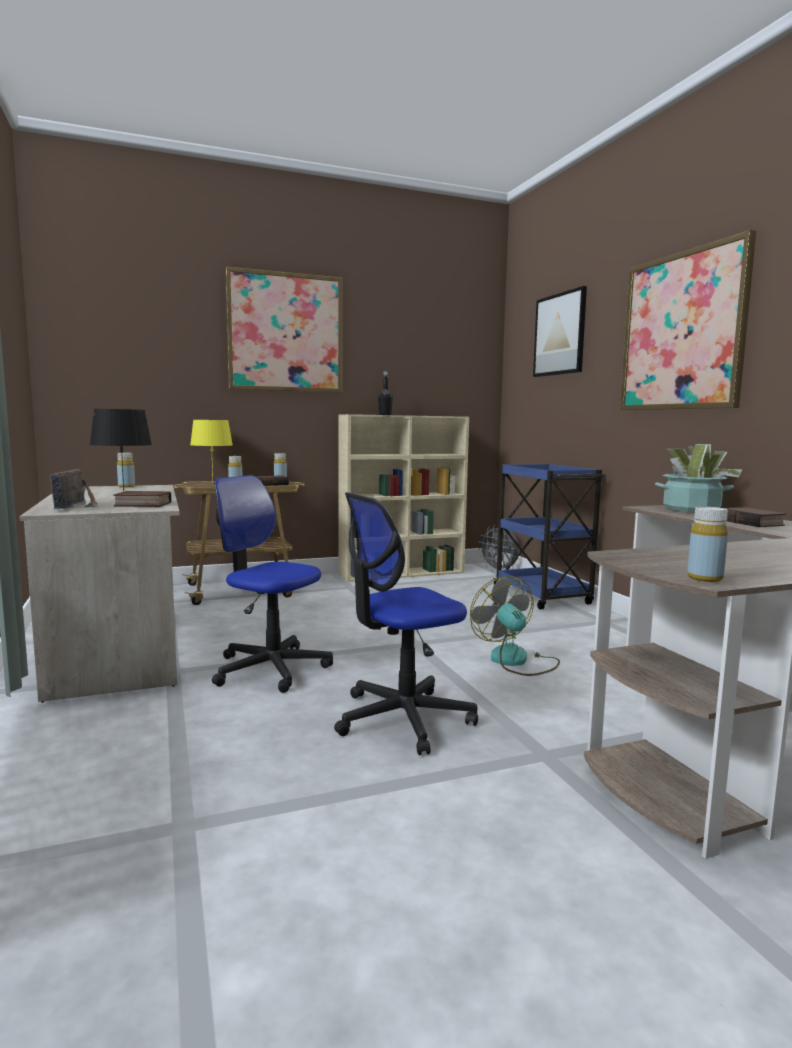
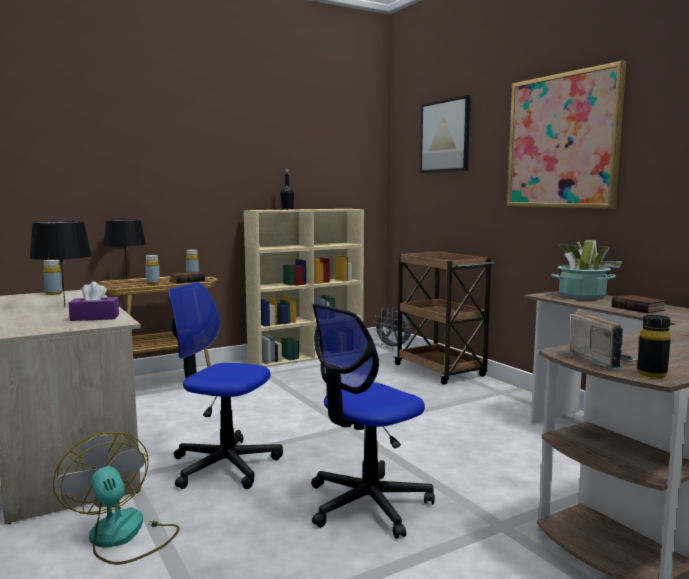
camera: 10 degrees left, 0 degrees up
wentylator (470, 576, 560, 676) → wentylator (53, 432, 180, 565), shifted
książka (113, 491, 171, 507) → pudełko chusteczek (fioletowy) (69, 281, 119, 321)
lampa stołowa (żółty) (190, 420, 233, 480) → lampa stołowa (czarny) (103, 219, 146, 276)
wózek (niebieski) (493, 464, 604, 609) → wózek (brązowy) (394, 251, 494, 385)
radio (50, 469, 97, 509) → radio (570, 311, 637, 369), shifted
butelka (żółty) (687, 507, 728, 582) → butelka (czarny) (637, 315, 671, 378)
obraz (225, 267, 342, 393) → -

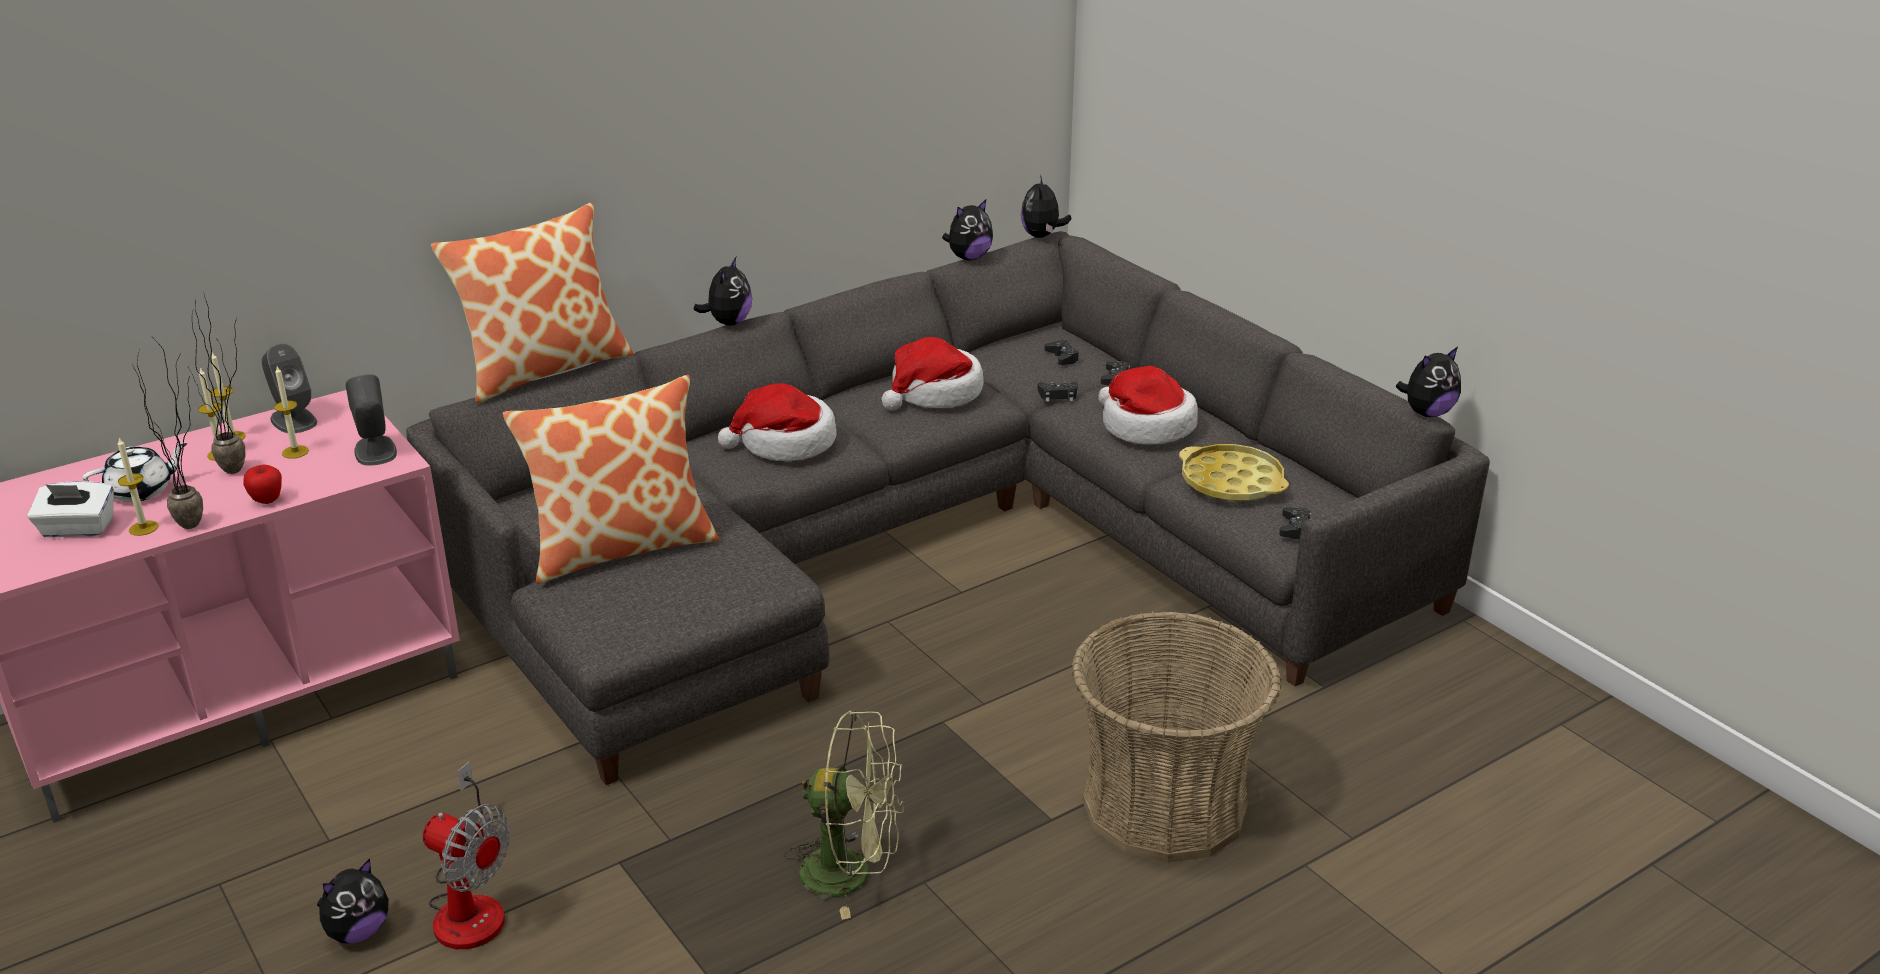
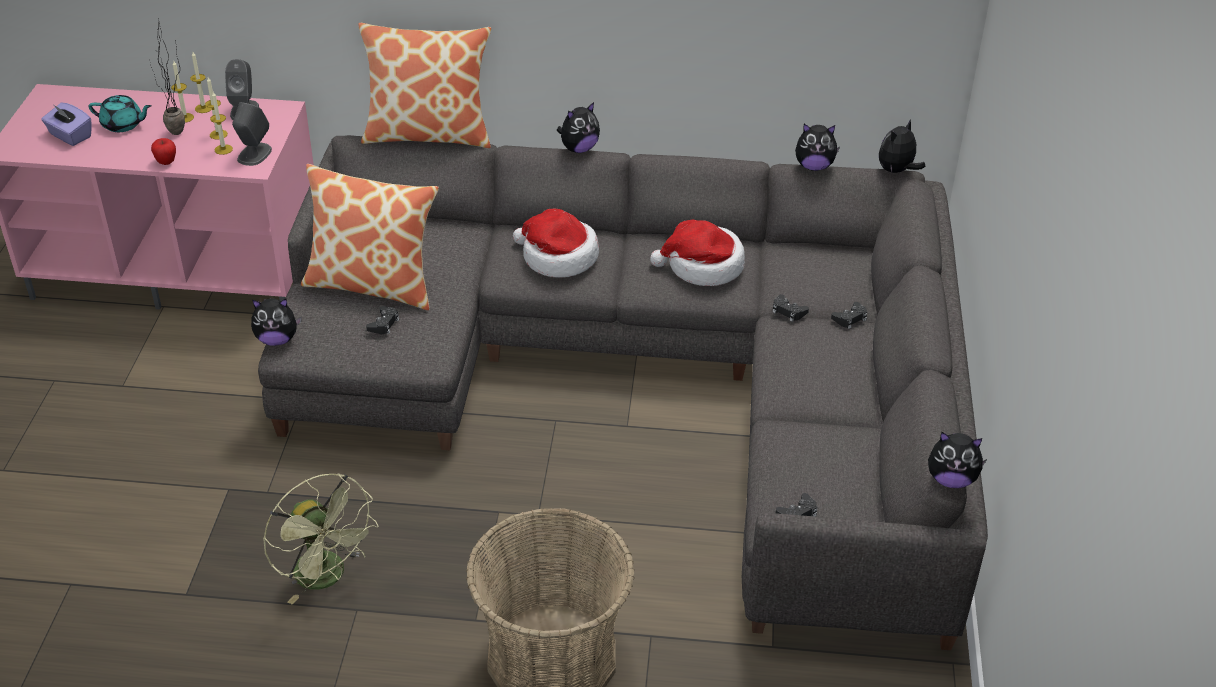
camera: 40 degrees right, 10 degrees up
pudełko chusteczek (biały) (27, 481, 114, 537) → pudełko chusteczek (fioletowy) (41, 103, 92, 146)
imbryk (biały) (82, 443, 187, 502) → imbryk (turkusowy) (89, 95, 152, 132)
świeca (118, 438, 159, 536) → świeca (210, 92, 233, 155), shifted
pluszak (317, 859, 389, 944) → pluszak (251, 298, 302, 346), shifted
pad do gier (czarny) (1045, 339, 1079, 365) → pad do gier (czarny) (366, 306, 399, 334), shifted
roślina doniczkowa (132, 338, 203, 529) → -
wentylator (423, 761, 510, 949) → -
kapelusz (1098, 366, 1198, 445) → -
taca (żółty) (1179, 444, 1289, 502) → -

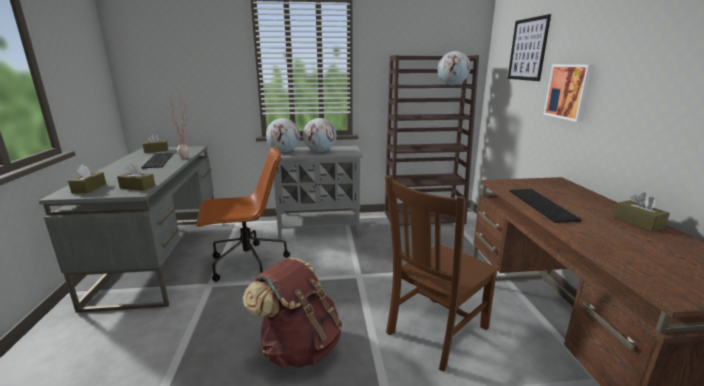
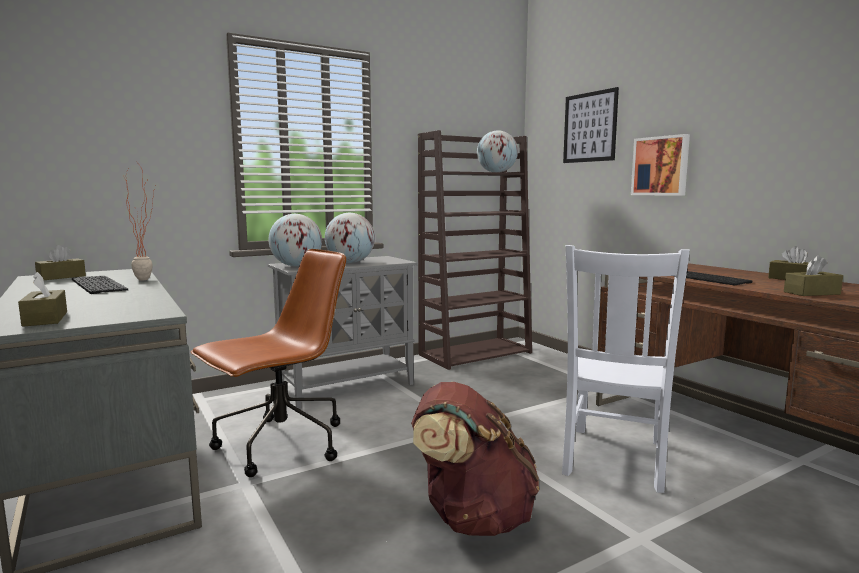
camera: 25 degrees left, 10 degrees down
krzesło (brązowy) (385, 175, 498, 372) → krzesło (biały) (562, 245, 690, 493)
pudełko chusteczek (brązowy) (117, 163, 155, 191) → pudełko chusteczek (brązowy) (784, 255, 843, 296), shifted

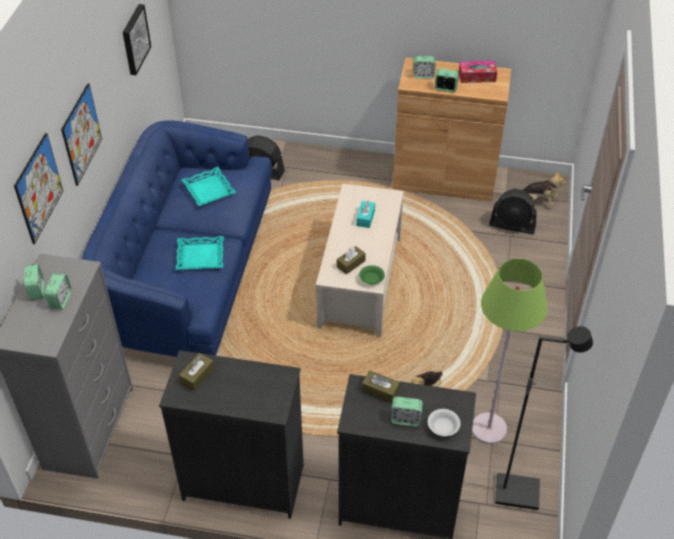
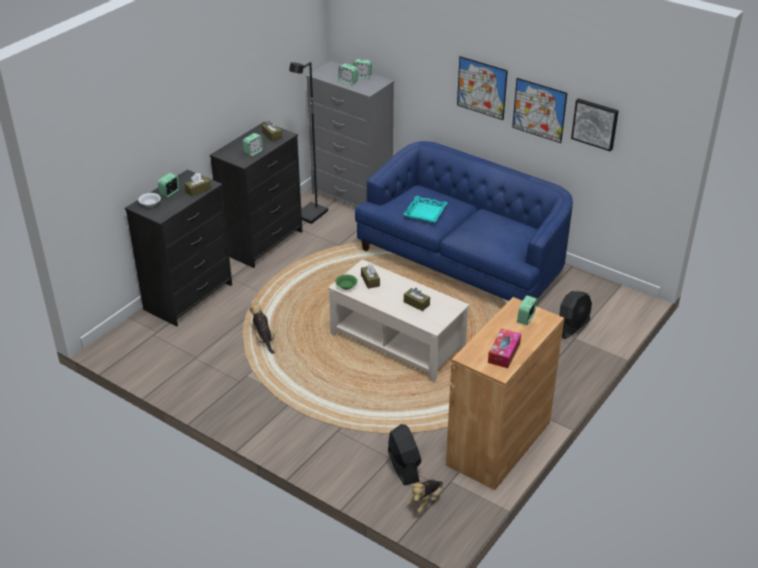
camera: 115 degrees right, 10 degrees down
budzik (435, 68, 459, 93) → budzik (243, 133, 263, 156), shifted
lampa stojąca (czarny) (495, 326, 593, 510) → lampa stojąca (czarny) (289, 62, 328, 224), shifted
wentylator (czarny) (489, 189, 537, 234) → wentylator (czarny) (388, 424, 421, 486), 120 degrees clockwise
pudełko chusteczek (turkusowy) (356, 201, 375, 228) → pudełko chusteczek (brązowy) (404, 288, 430, 311)
obraz (14, 133, 63, 244) → obraz (512, 78, 567, 143), shifted
taca (turkusowy) (181, 167, 236, 206) → -
lampa stojąca (zielony) (472, 258, 548, 444) → -

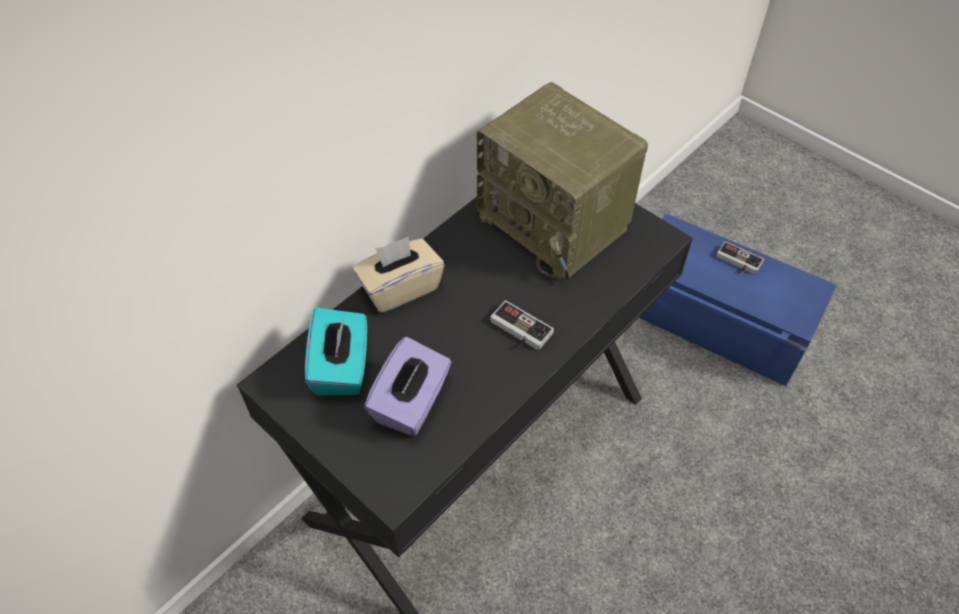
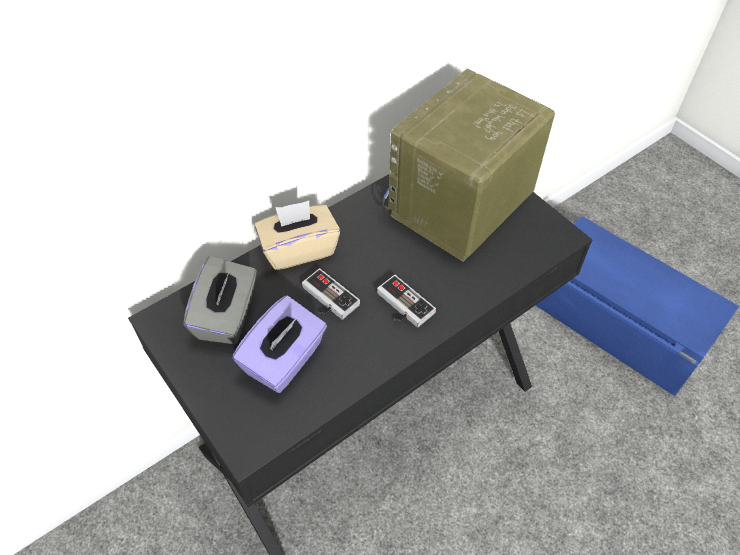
camera: 10 degrees right, 0 degrees up
pudełko chusteczek (turkusowy) (305, 308, 367, 396) → pudełko chusteczek (szary) (183, 256, 257, 344)
pad do gier (716, 241, 764, 274) → pad do gier (302, 268, 360, 320), shifted
radio (477, 82, 648, 281) → radio (381, 69, 555, 262), 75 degrees clockwise

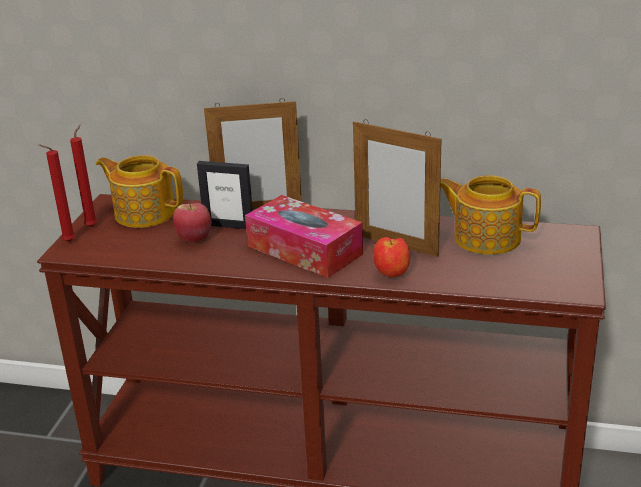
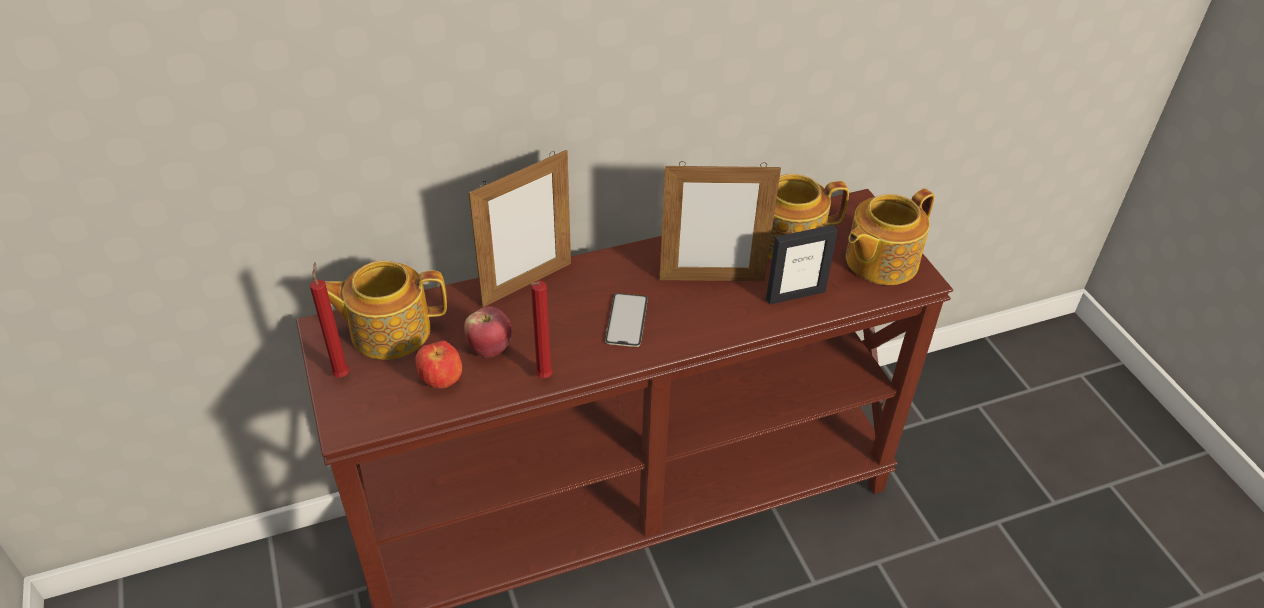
camera: 35 degrees left, 15 degrees up
jabłko (373, 237, 410, 278) → jabłko (415, 340, 462, 389), shifted
świeca (czerwony) (39, 145, 75, 242) → świeca (czerwony) (531, 280, 553, 378), shifted
pudełko chusteczek (245, 195, 363, 278) → telefon (605, 293, 648, 347)
ramka na zdjęcie (197, 161, 253, 229) → ramka na zdjęcie (766, 225, 838, 305), shifted
- → imbryk (846, 188, 935, 285)

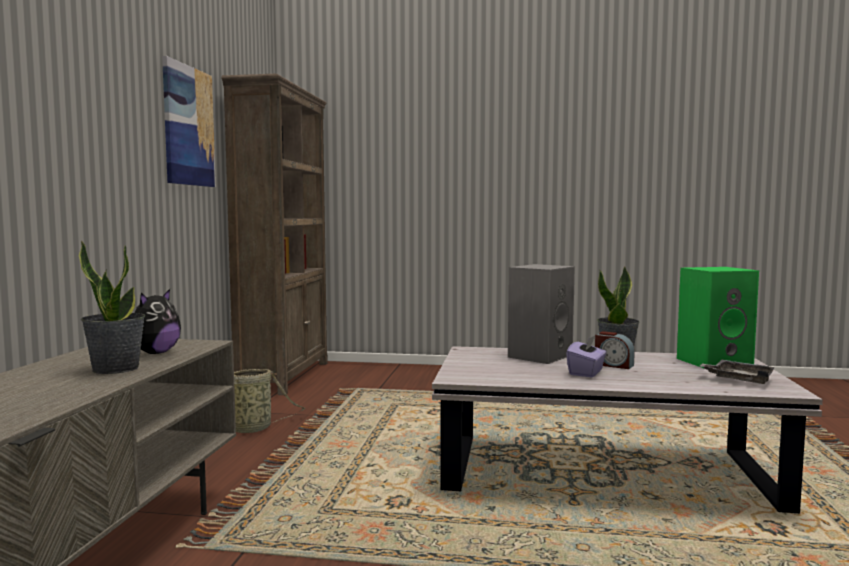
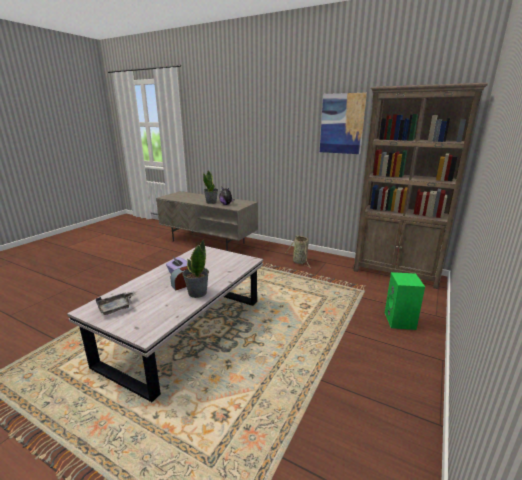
camera: 110 degrees right, 15 degrees up
głośnik (zielony) (677, 267, 759, 369) → głośnik (zielony) (385, 272, 425, 330), shifted
głośnik (szary) (508, 264, 575, 364) → -

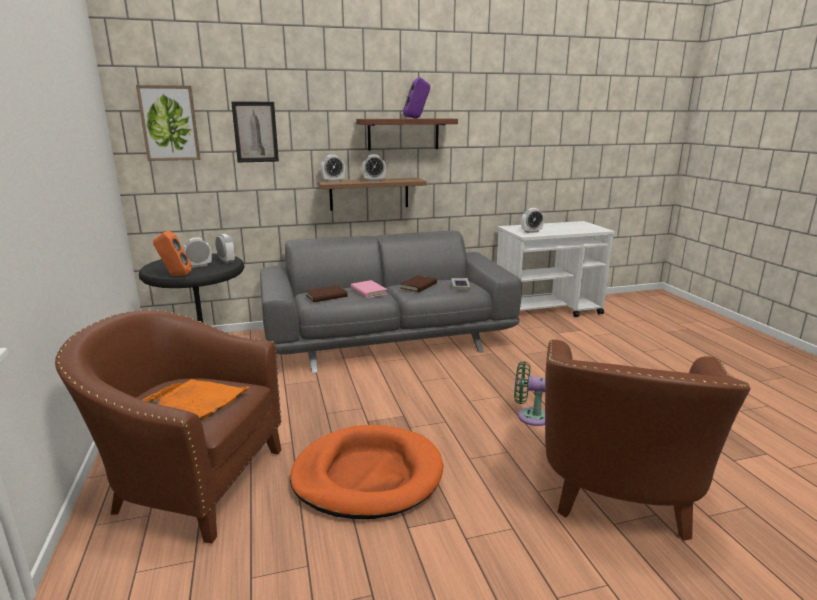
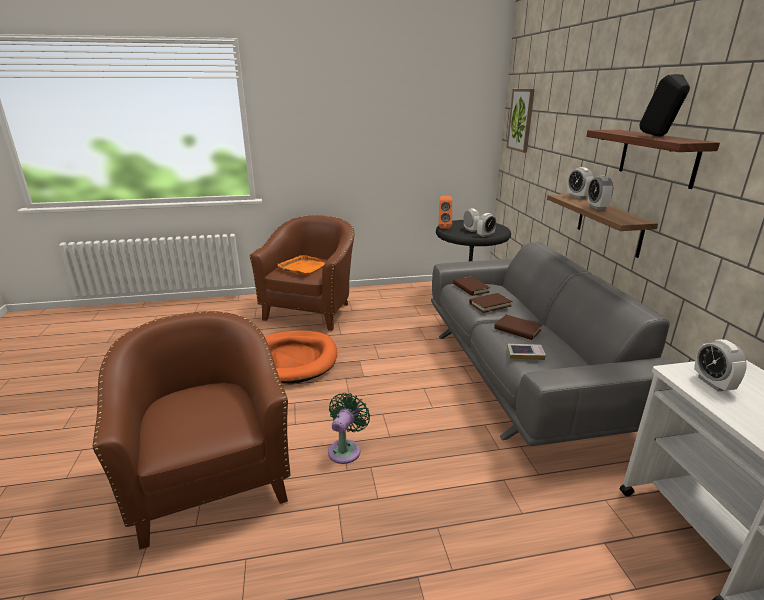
camera: 95 degrees right, 5 degrees up
fotel (brązowy) (545, 339, 751, 541) → fotel (brązowy) (93, 311, 290, 549), 45 degrees clockwise
książka (różowy) (351, 280, 387, 298) → książka (brązowy) (469, 293, 513, 313)
głośnik (fioletowy) (403, 77, 430, 118) → głośnik (czarny) (639, 74, 690, 136)
obraz (231, 102, 279, 162) → -

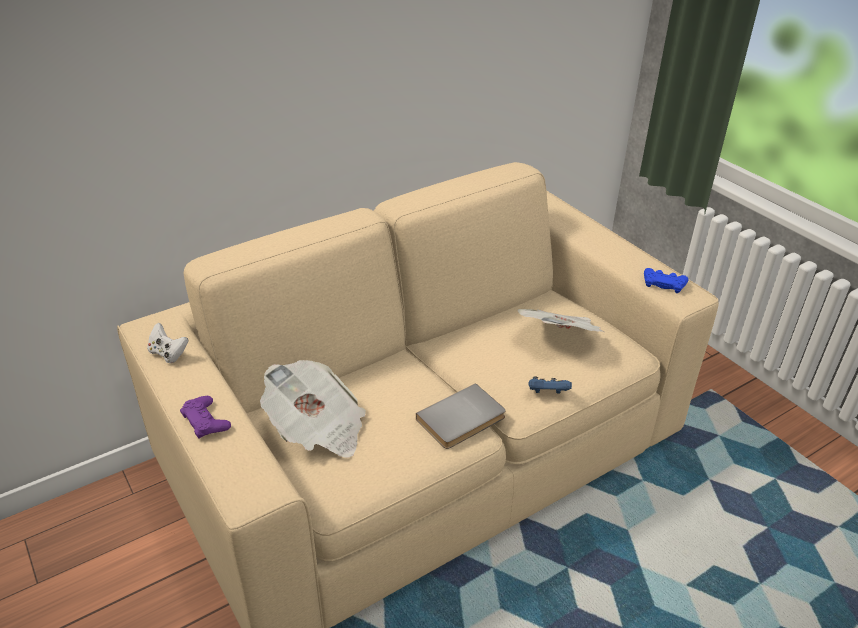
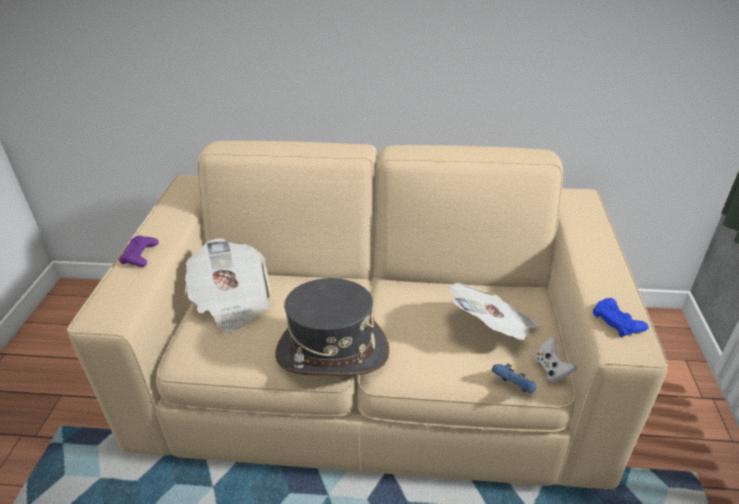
camera: 40 degrees right, 0 degrees up
książka (szary) (416, 383, 506, 449) → kapelusz (szary) (275, 278, 390, 376)
pad do gier (niebieski) (528, 376, 572, 394) → pad do gier (niebieski) (492, 363, 537, 393), shifted
pad do gier (biały) (147, 323, 189, 363) → pad do gier (biały) (534, 337, 577, 382), shifted

